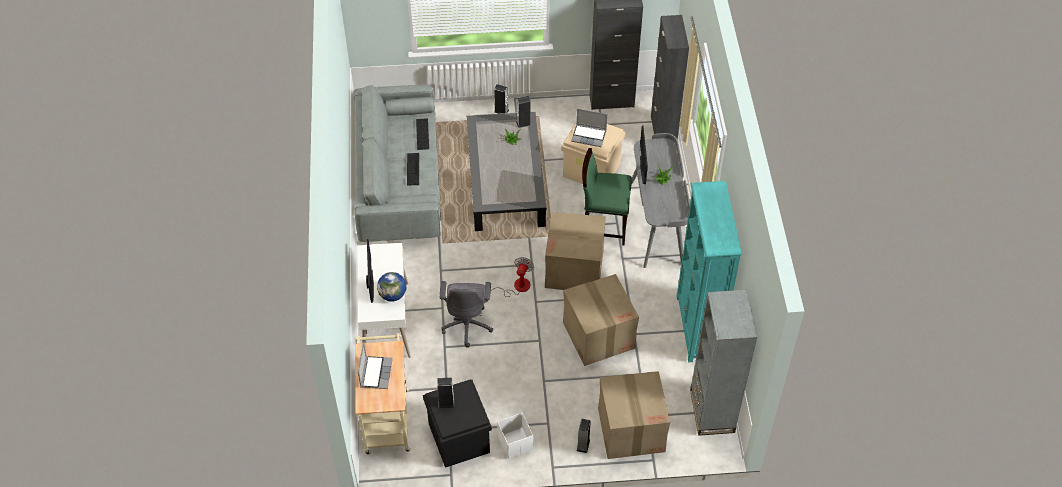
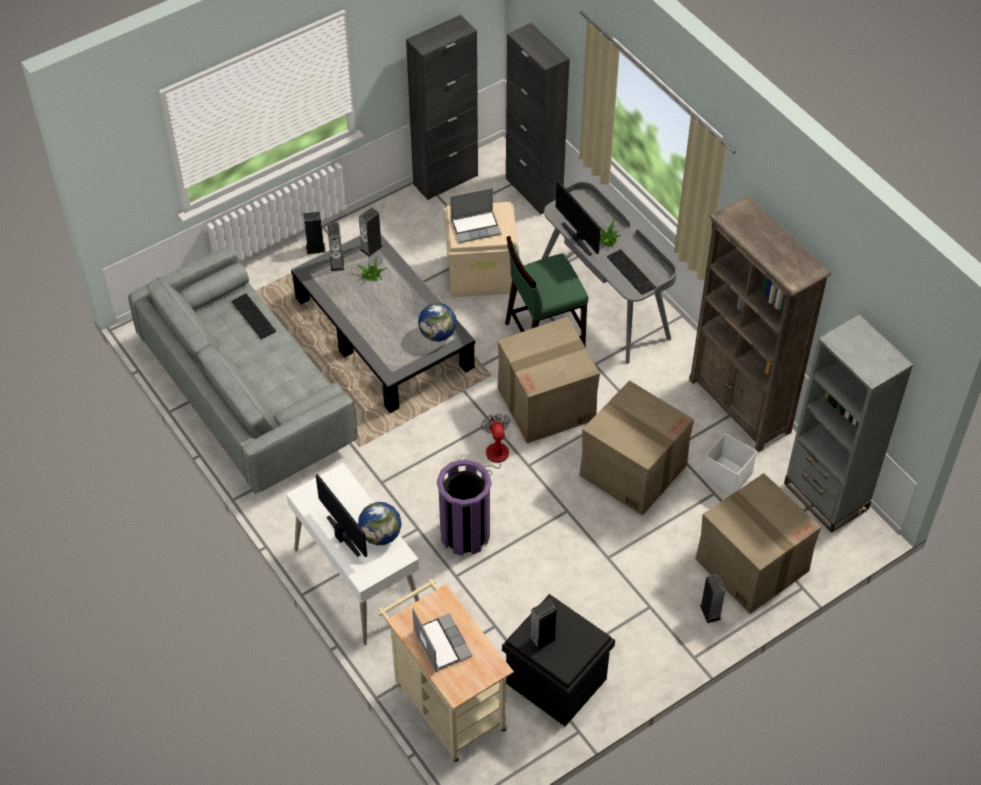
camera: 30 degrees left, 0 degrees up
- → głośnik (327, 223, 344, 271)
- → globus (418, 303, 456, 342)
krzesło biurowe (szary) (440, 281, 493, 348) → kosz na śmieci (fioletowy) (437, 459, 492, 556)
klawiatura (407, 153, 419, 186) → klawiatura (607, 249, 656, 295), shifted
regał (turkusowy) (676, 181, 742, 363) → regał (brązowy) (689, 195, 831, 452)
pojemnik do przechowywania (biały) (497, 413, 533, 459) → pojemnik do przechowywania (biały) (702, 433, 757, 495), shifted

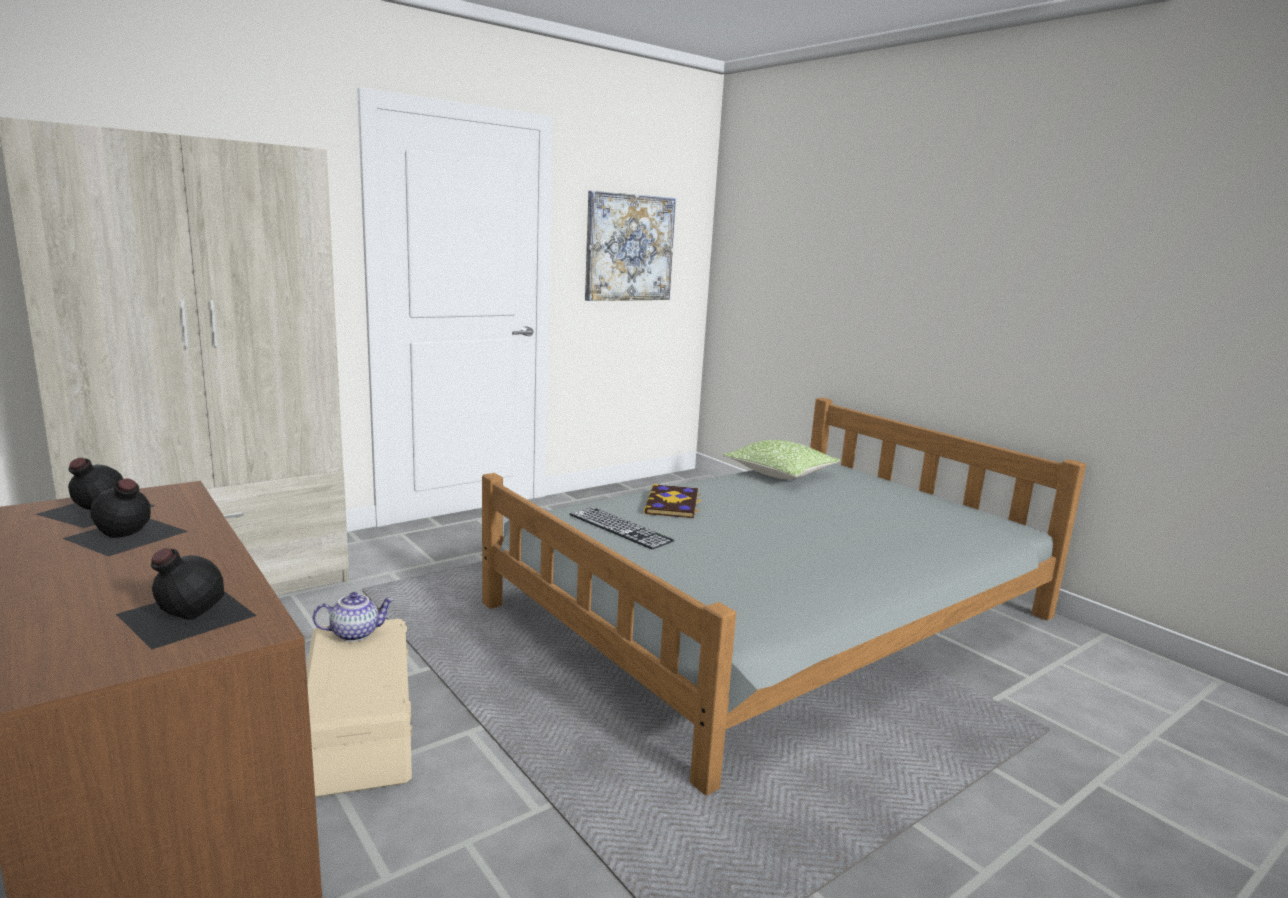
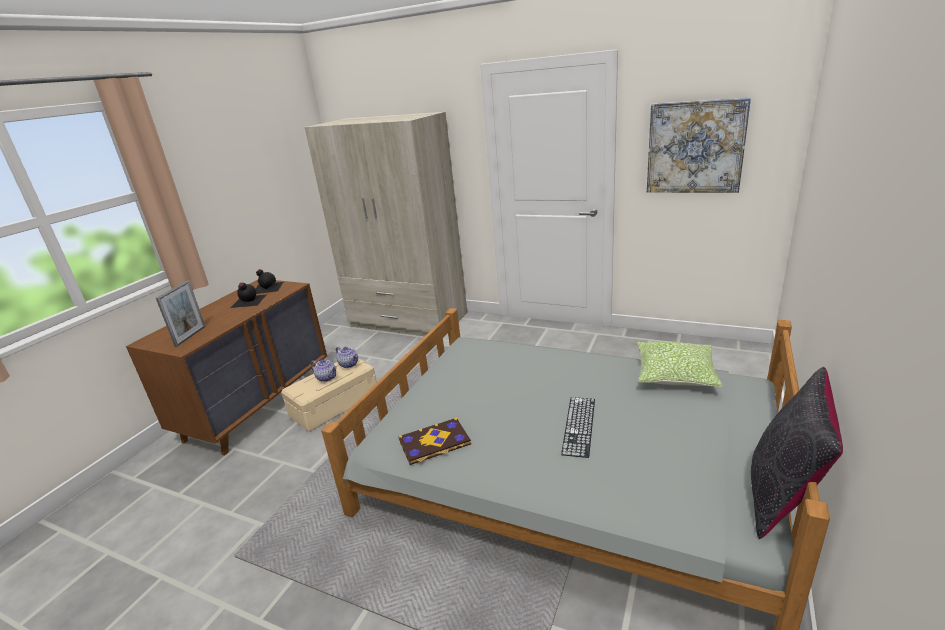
camera: 65 degrees right, 10 degrees up
butelka (czarny) (116, 548, 257, 650) → ramka na zdjęcie (156, 280, 206, 347)
- → imbryk (311, 359, 337, 382)
książka (644, 484, 702, 518) → książka (398, 418, 471, 465), shifted
klawiatura (569, 507, 675, 549) → klawiatura (561, 397, 595, 458), shifted
- → poduszka (czarny) (751, 367, 843, 539)

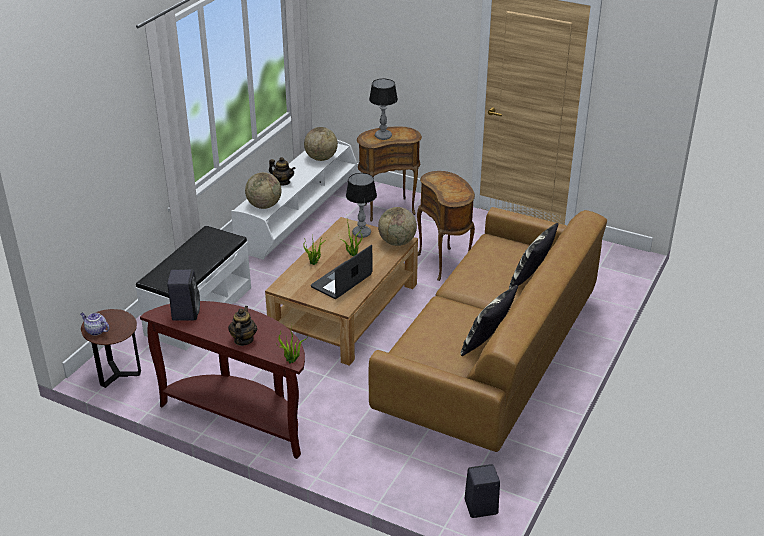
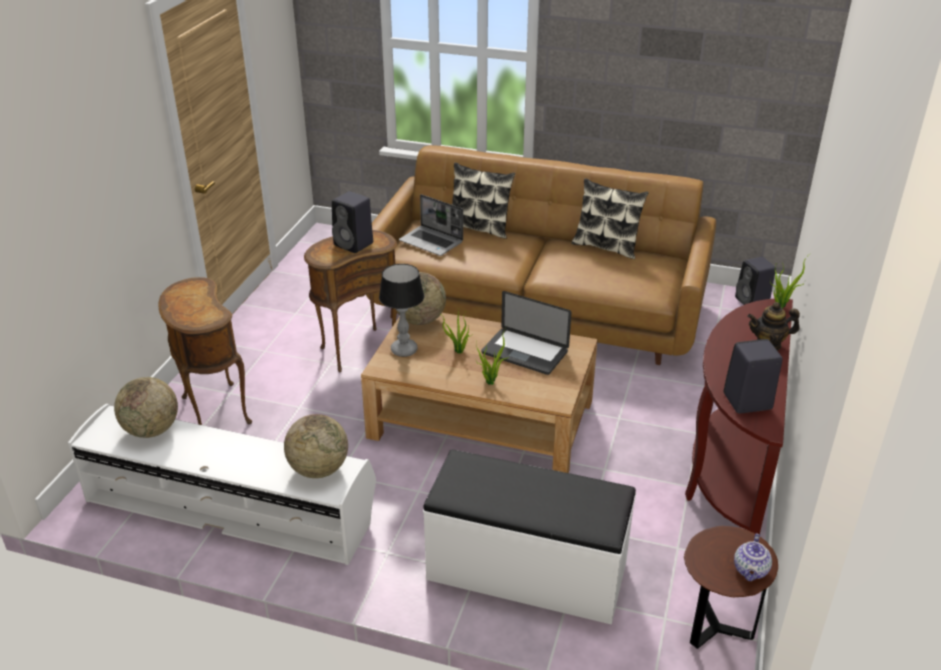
camera: 100 degrees left, 0 degrees up
- → głośnik (czarny) (332, 191, 373, 253)
- → laptop (399, 194, 463, 256)
imbryk (269, 157, 296, 186) → -
lampa stołowa (369, 79, 398, 140) → -

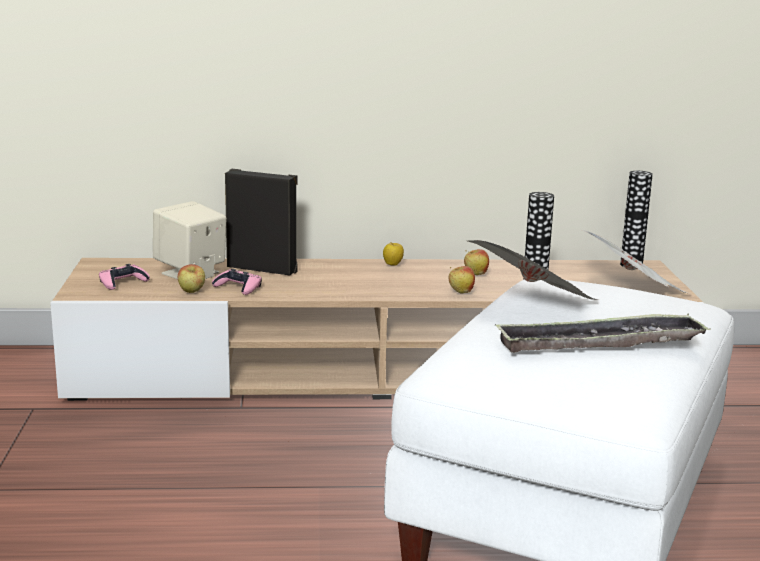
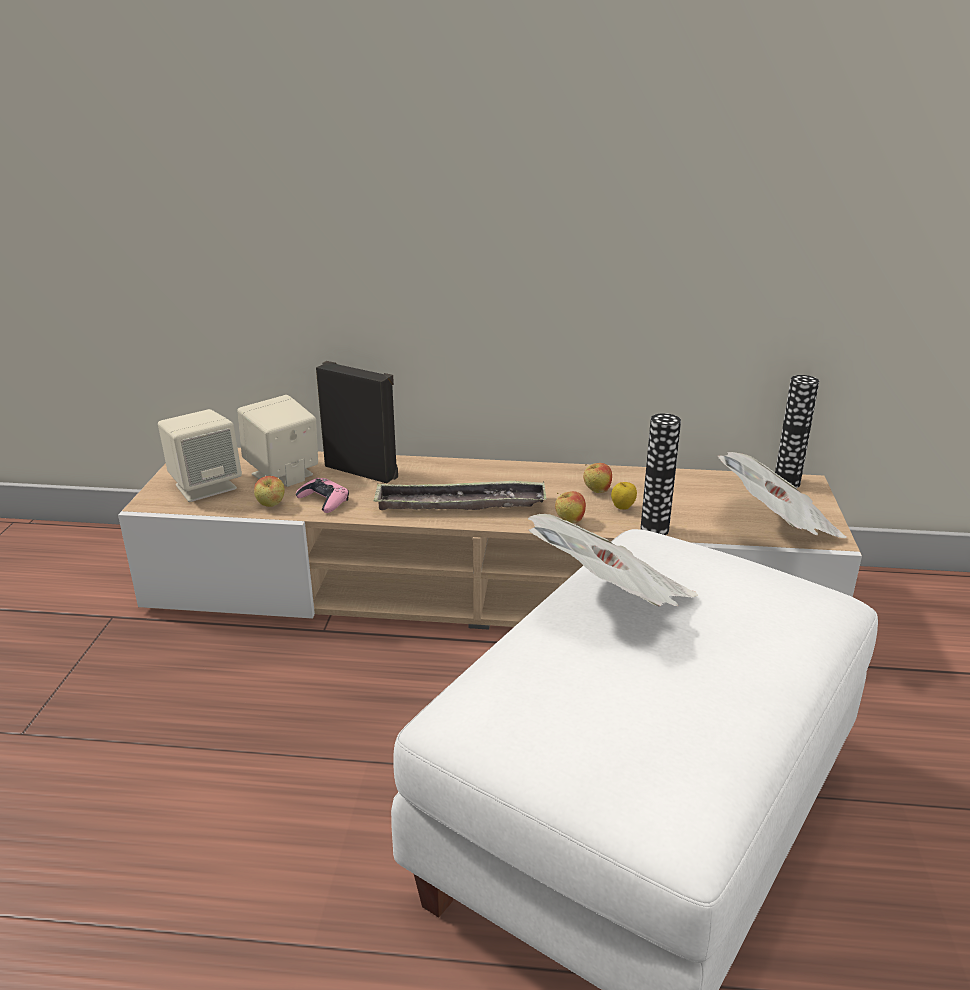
camera: 10 degrees right, 10 degrees up
pad do gier (różowy) (99, 264, 150, 290) → głośnik (beżowy) (158, 409, 242, 502)
taca (495, 314, 710, 353) → taca (373, 481, 547, 510), shifted
jabłko (383, 242, 404, 266) → jabłko (611, 482, 637, 510), shifted

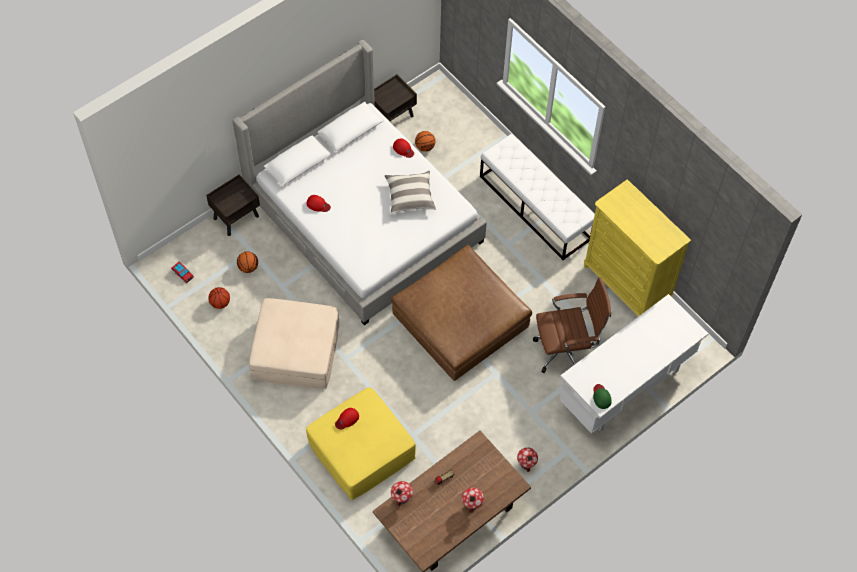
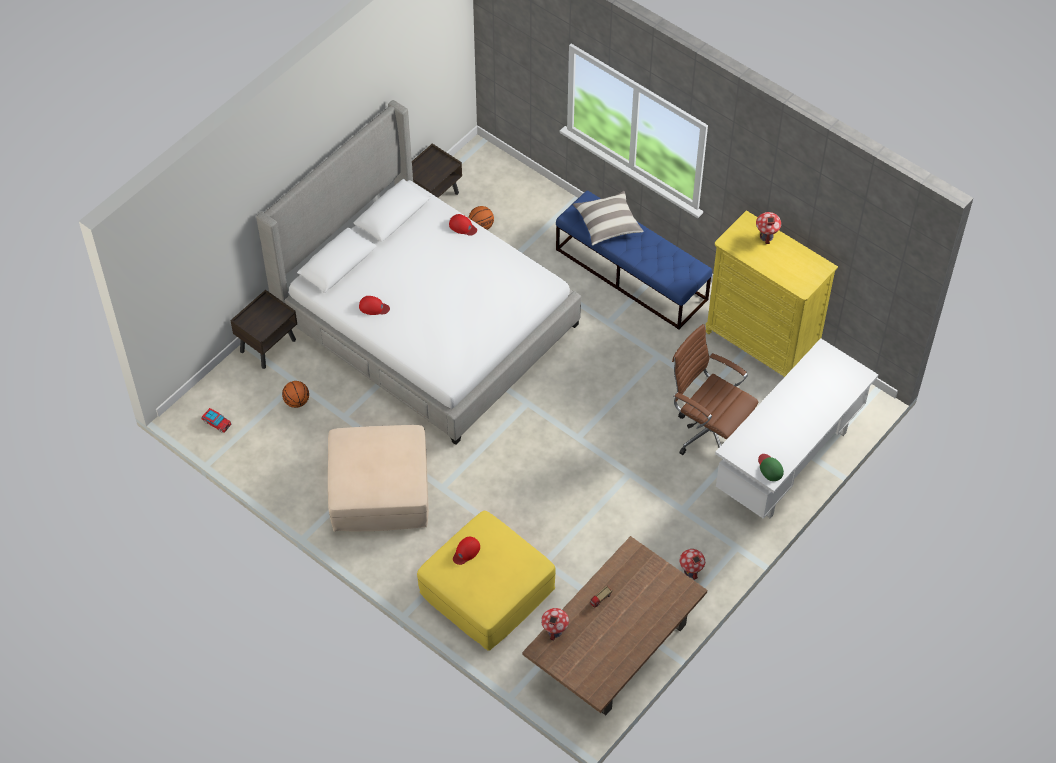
camera: 10 degrees left, 5 degrees down
ławka (biały) (480, 134, 595, 260) → ławka (niebieski) (556, 190, 712, 330)
poduszka (385, 171, 436, 214) → poduszka (573, 191, 644, 245), shifted
krzesło biurowe (brązowy) (533, 277, 611, 373) → krzesło biurowe (brązowy) (672, 324, 758, 455), 120 degrees counterclockwise
domek (462, 487, 484, 513) → domek (756, 212, 781, 244), shifted
piłka do koszykówki (208, 287, 230, 309) → -
pufa (brązowy) (391, 245, 532, 381) → -

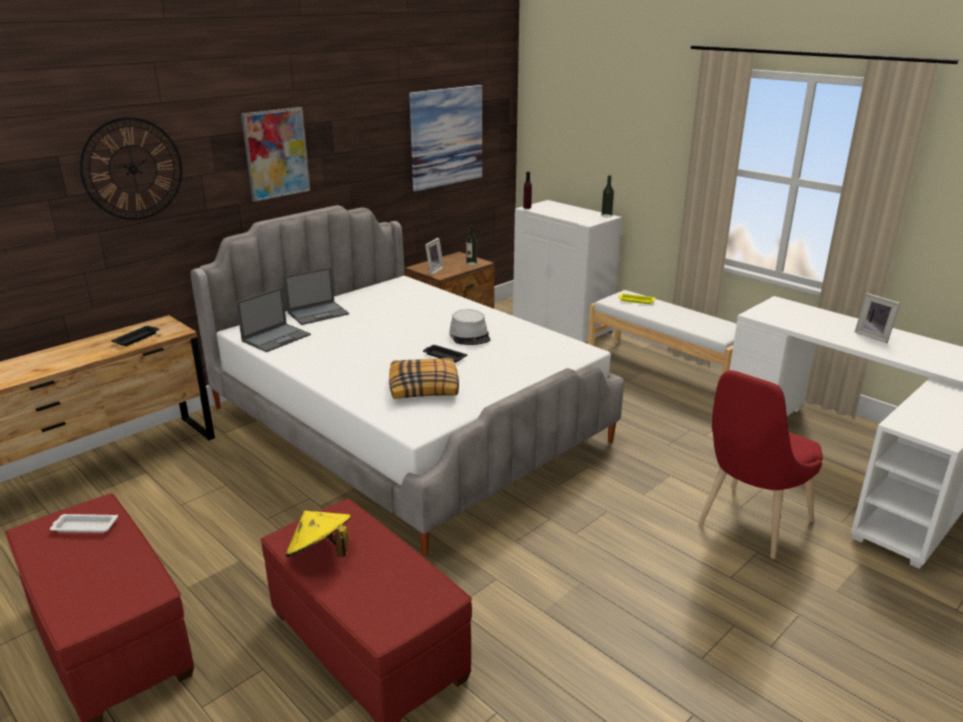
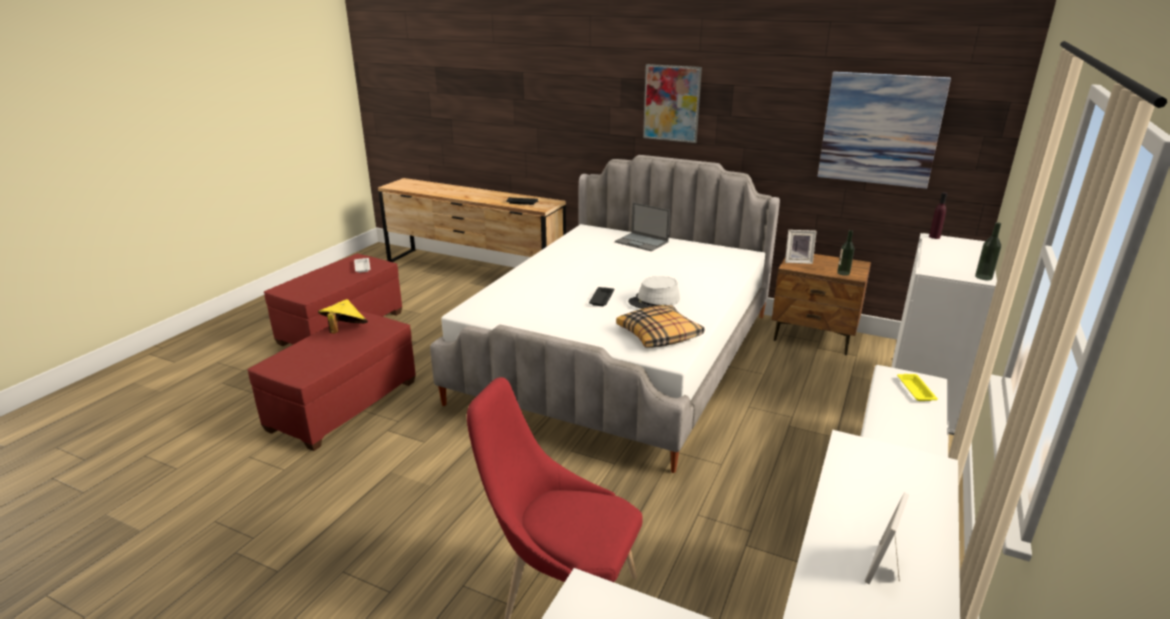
camera: 70 degrees right, 0 degrees up
poduszka (389, 358, 459, 399) → poduszka (616, 305, 704, 348), shifted
zegar ścienny (79, 117, 182, 220) → -
laptop (236, 287, 311, 352) → -

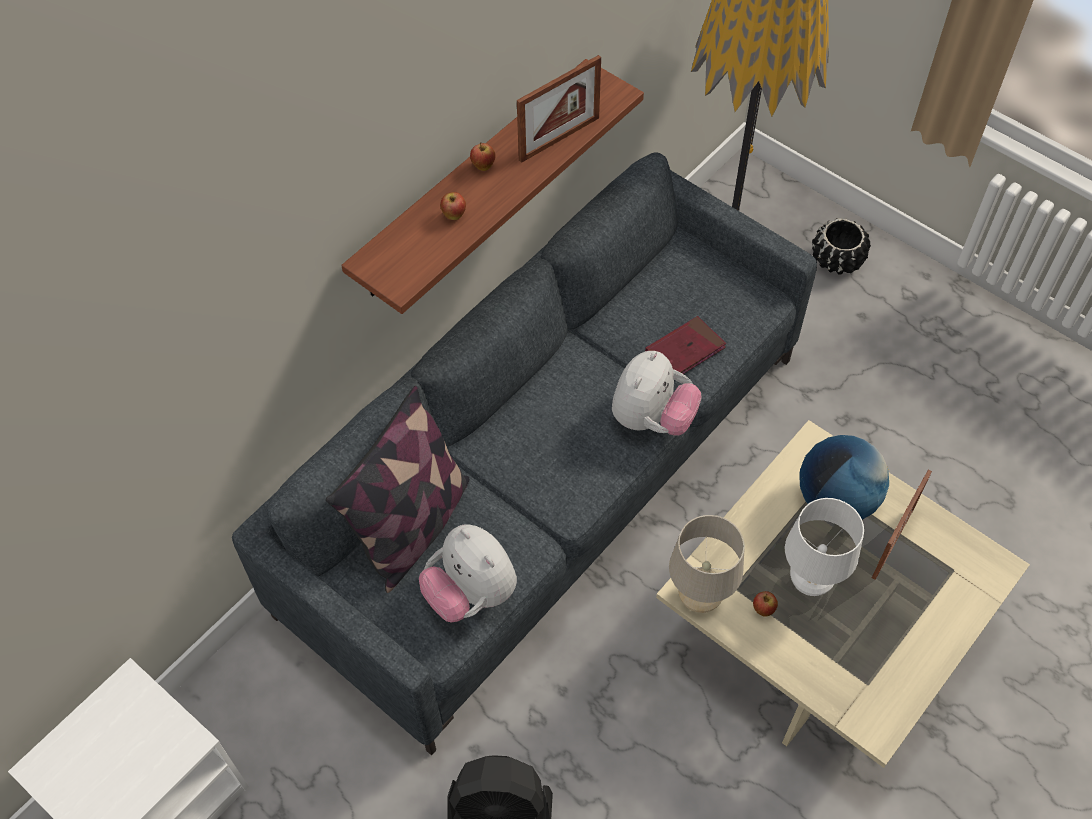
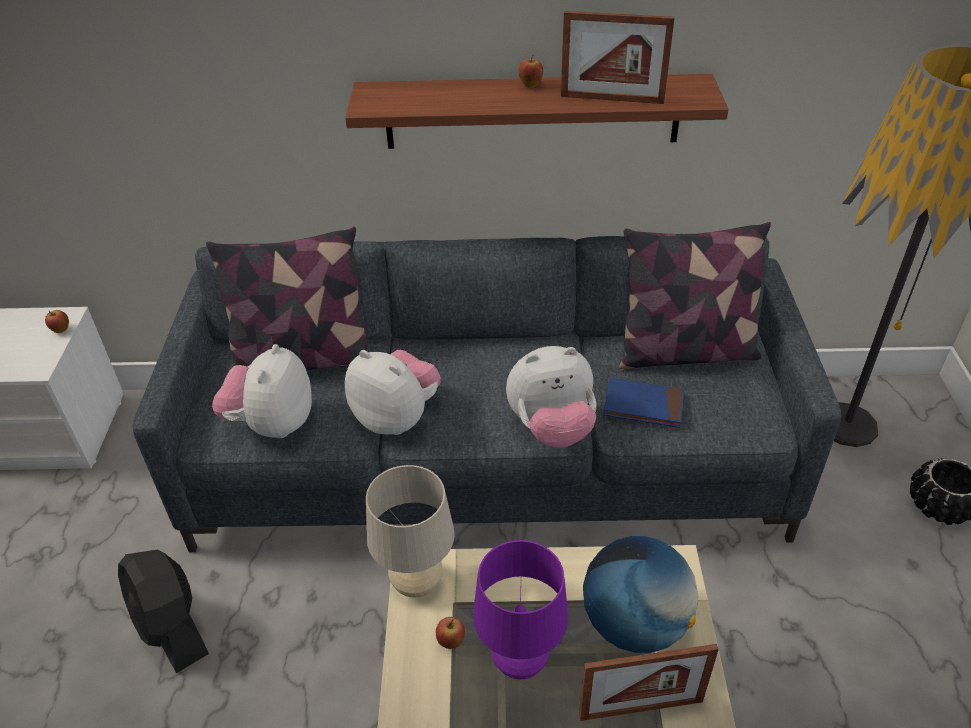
camera: 50 degrees right, 15 degrees down
jabłko (440, 192, 466, 220) → jabłko (45, 310, 69, 333), shifted
- → pluszak (345, 350, 441, 435)
lampa stołowa (biały) (785, 498, 864, 596) → lampa stołowa (fioletowy) (473, 540, 568, 679)
książka (czerwony) (645, 316, 726, 374) → książka (niebieski) (603, 378, 684, 428)
- → poduszka (619, 222, 771, 369)

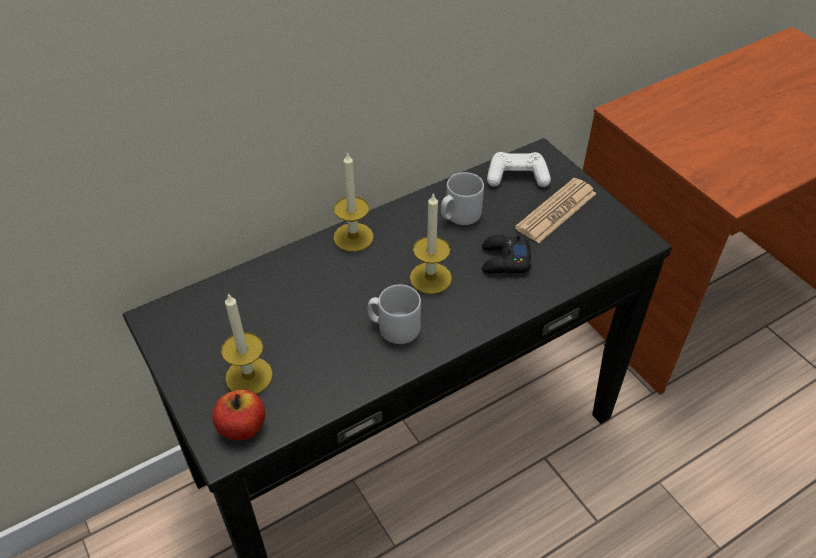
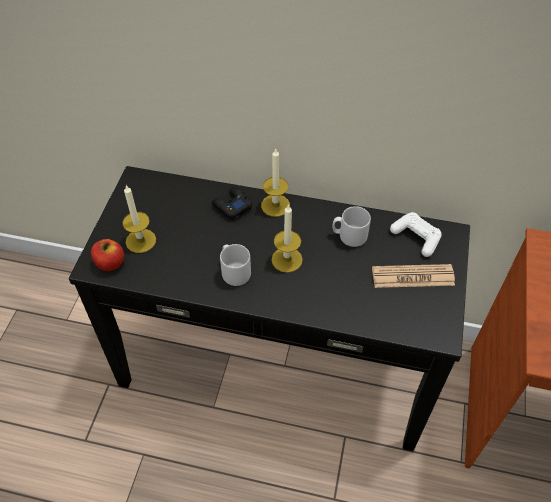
camera: 45 degrees right, 5 degrees up
pad do gier (czarny) (482, 234, 532, 274) → pad do gier (czarny) (212, 187, 252, 219), shifted

